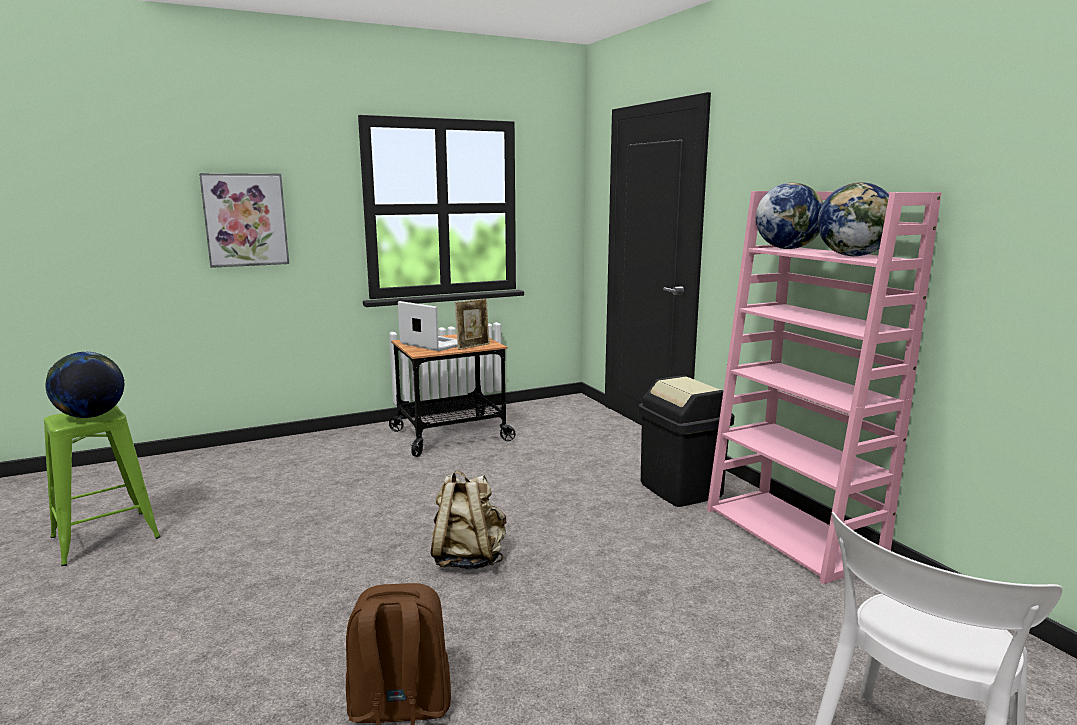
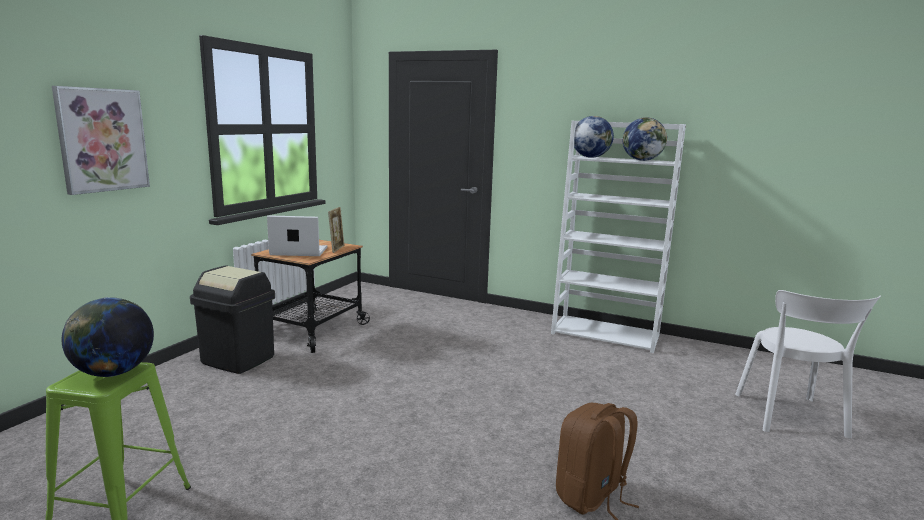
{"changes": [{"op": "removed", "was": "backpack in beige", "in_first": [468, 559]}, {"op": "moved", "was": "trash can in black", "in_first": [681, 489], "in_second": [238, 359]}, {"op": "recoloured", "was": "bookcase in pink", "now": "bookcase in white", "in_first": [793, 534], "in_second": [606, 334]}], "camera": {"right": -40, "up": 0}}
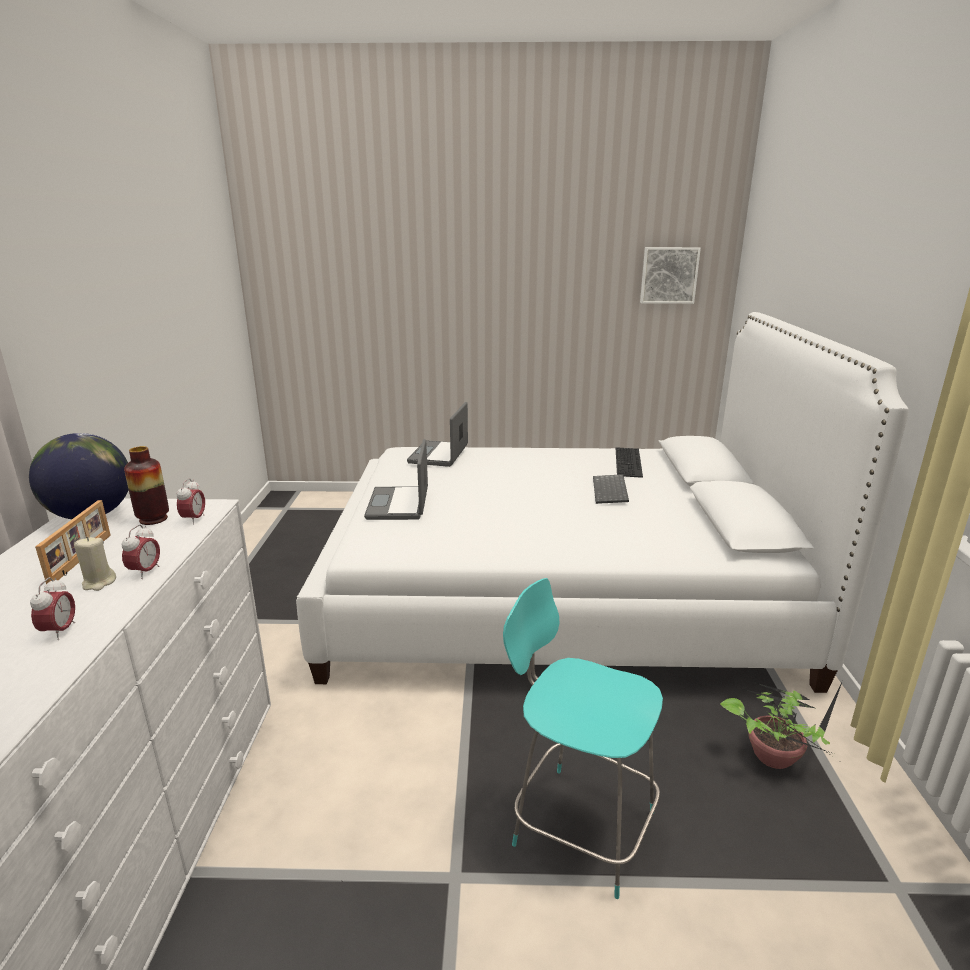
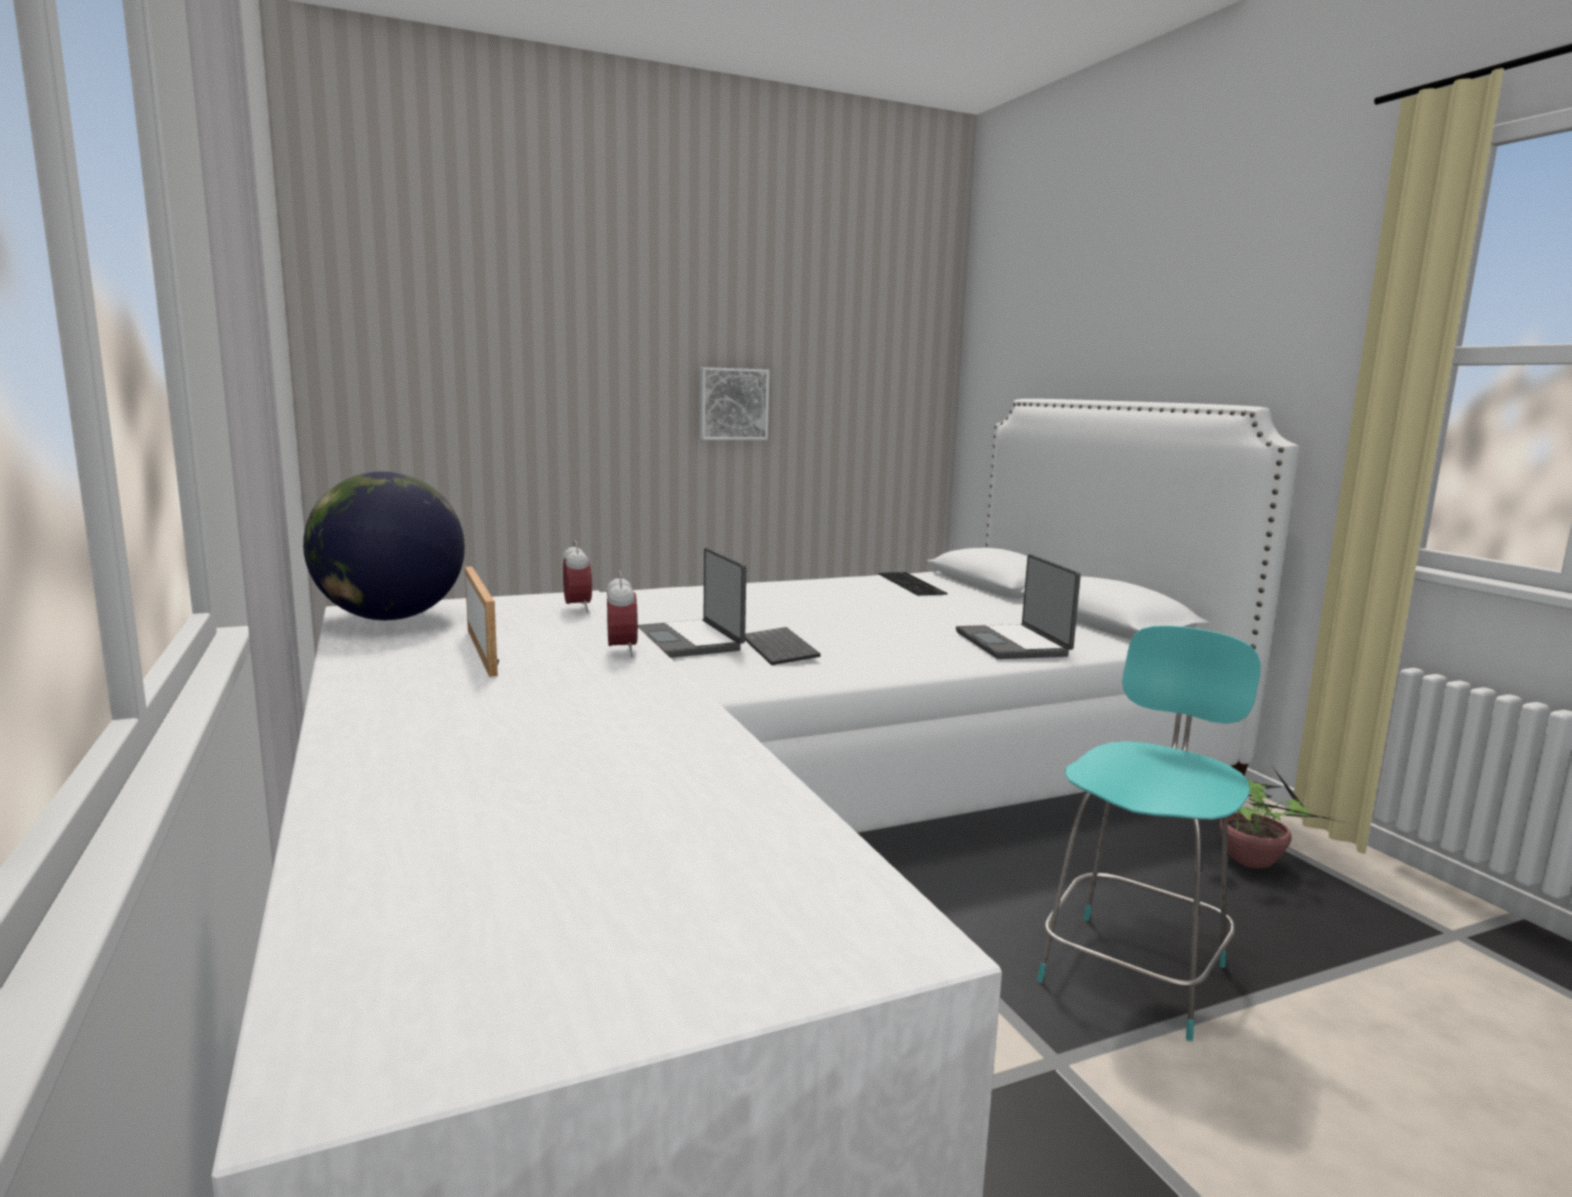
{"changes": [{"op": "removed", "was": "alarm clock", "in_first": [60, 631]}, {"op": "removed", "was": "candle in beige", "in_first": [99, 583]}, {"op": "removed", "was": "vase", "in_first": [153, 519]}, {"op": "moved", "was": "laptop", "in_first": [439, 455], "in_second": [1014, 644]}, {"op": "turned", "was": "chair in turquoise", "in_first": [579, 825], "in_second": [1135, 969], "clockwise": 120}, {"op": "moved", "was": "keyboard", "in_first": [611, 491], "in_second": [781, 649]}, {"op": "moved", "was": "picture", "in_first": [668, 275], "in_second": [733, 404]}], "camera": {"right": -25, "up": -10}}
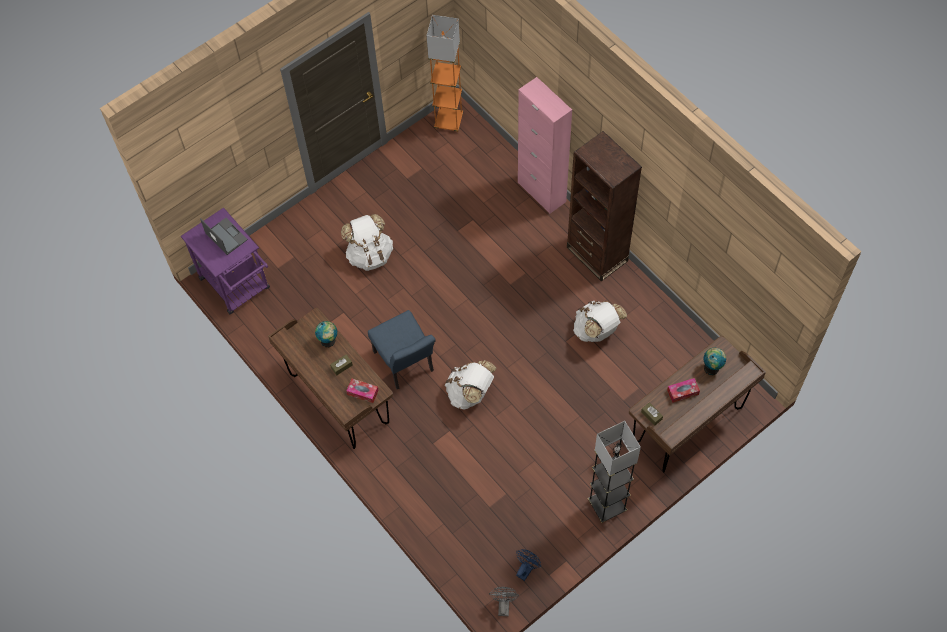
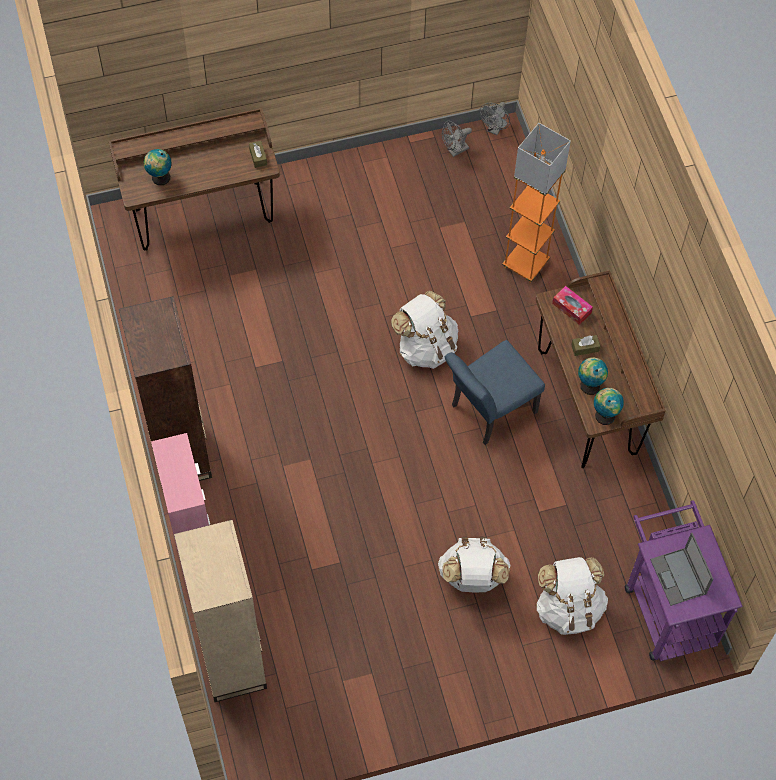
{"changes": [{"op": "turned", "was": "chair in blue", "in_first": [406, 365], "in_second": [488, 411], "clockwise": -120}, {"op": "moved", "was": "floor lamp in orange", "in_first": [448, 121], "in_second": [525, 264]}, {"op": "recoloured", "was": "fan in blue", "now": "fan in grey", "in_first": [526, 569], "in_second": [455, 151]}, {"op": "moved", "was": "backpack in white", "in_first": [597, 331], "in_second": [569, 608]}, {"op": "removed", "was": "floor lamp in grey", "in_first": [607, 506]}, {"op": "removed", "was": "tissue box", "in_first": [682, 392]}, {"op": "added", "now": "bookcase in beige", "in_second": [232, 659]}, {"op": "added", "now": "globe", "in_second": [605, 414]}], "camera": {"right": -160, "up": 0}}
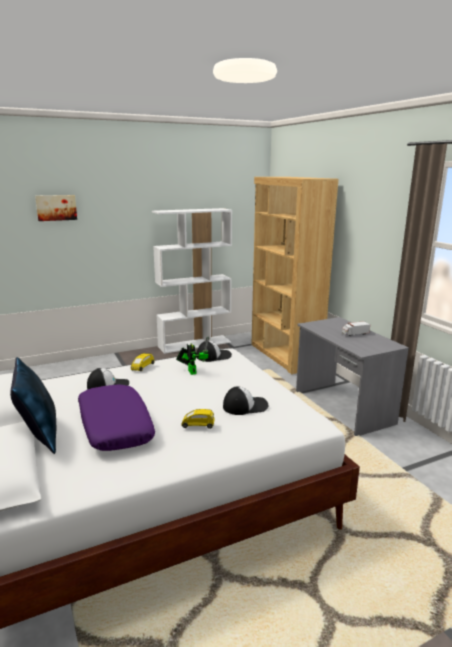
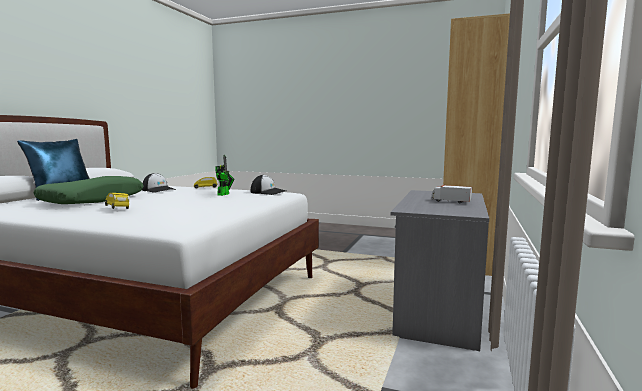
{"changes": [{"op": "removed", "was": "picture", "in_first": [56, 207]}, {"op": "recoloured", "was": "pillow in purple", "now": "pillow in green", "in_first": [114, 426], "in_second": [93, 200]}, {"op": "removed", "was": "bookcase in white", "in_first": [195, 344]}, {"op": "removed", "was": "cap", "in_first": [245, 406]}], "camera": {"right": 45, "up": -10}}
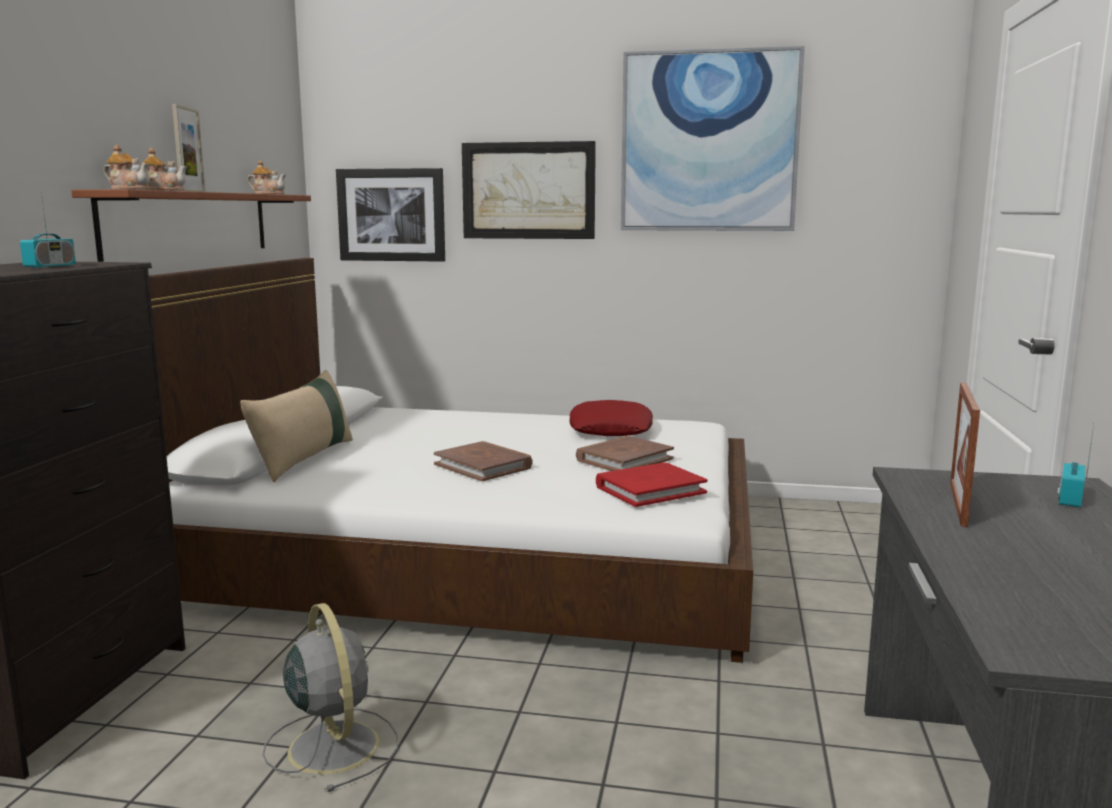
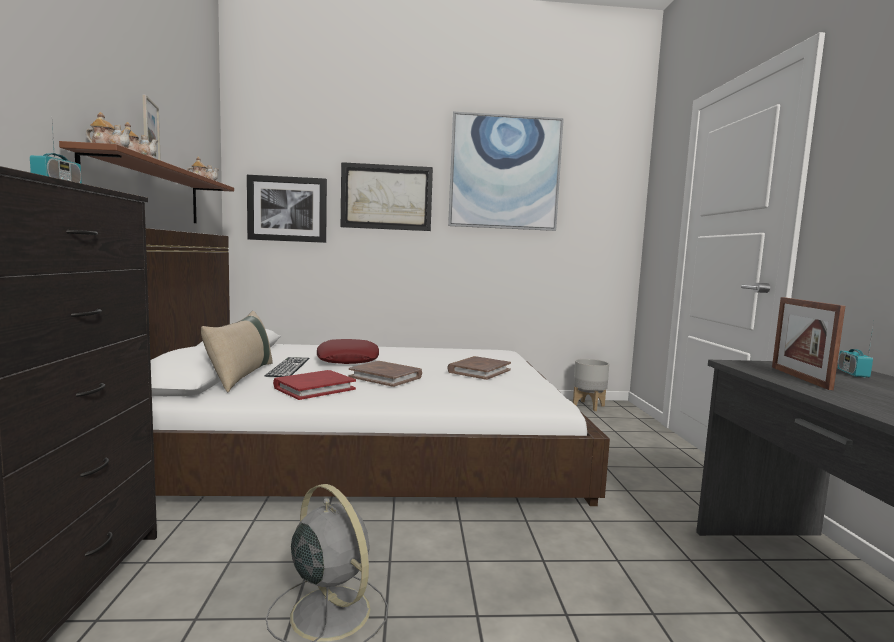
{"changes": [{"op": "moved", "was": "pillow in red", "in_first": [610, 429], "in_second": [347, 359]}, {"op": "moved", "was": "book in red", "in_first": [650, 489], "in_second": [314, 388]}, {"op": "added", "now": "keyboard", "in_second": [288, 367]}, {"op": "added", "now": "planter in grey", "in_second": [588, 406]}], "camera": {"right": -15, "up": -5}}
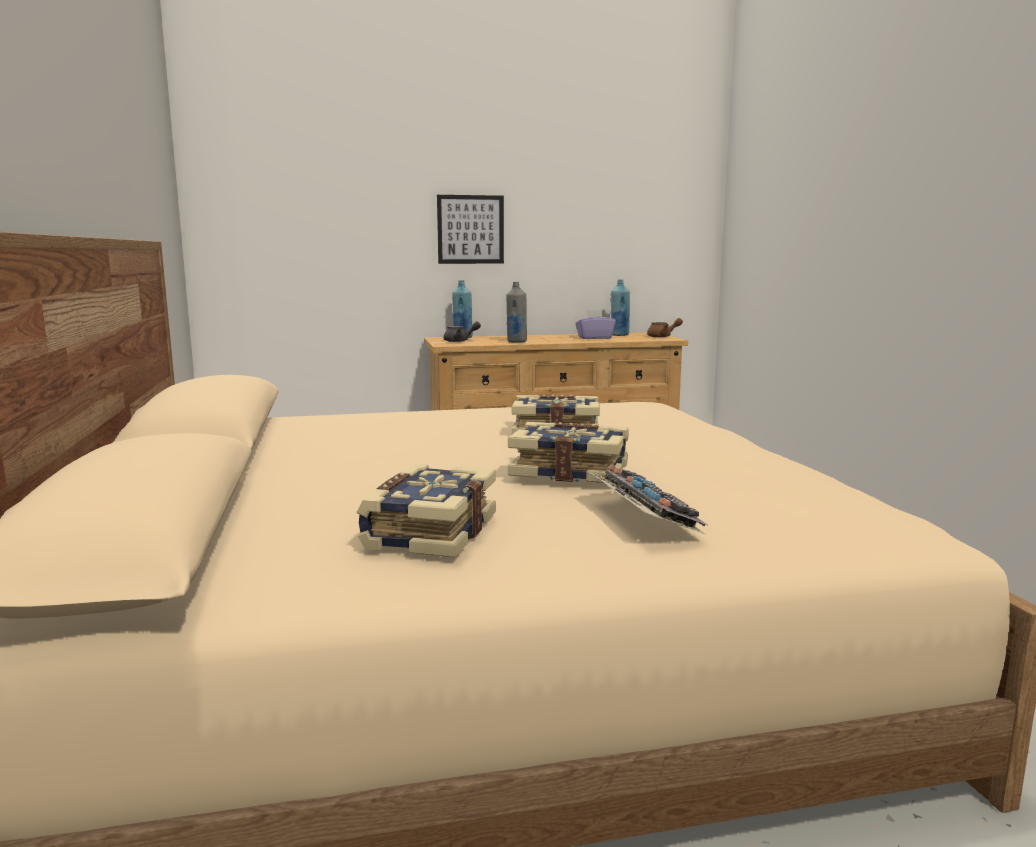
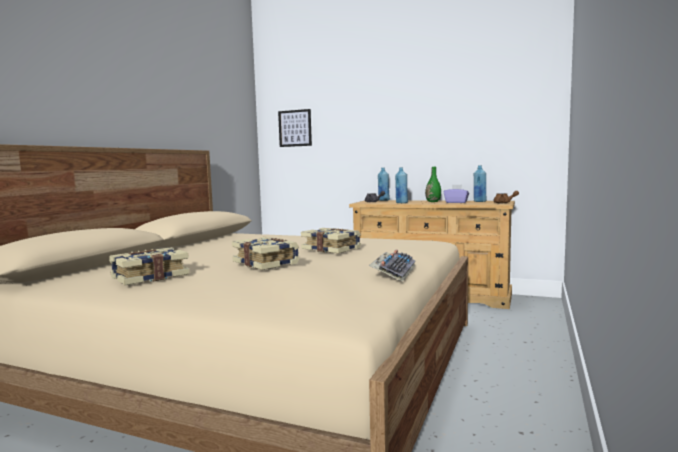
{"changes": [{"op": "moved", "was": "picture", "in_first": [470, 229], "in_second": [295, 128]}, {"op": "recoloured", "was": "bottle in grey", "now": "bottle in blue", "in_first": [516, 341], "in_second": [401, 203]}, {"op": "moved", "was": "keyboard", "in_first": [641, 513], "in_second": [393, 271]}, {"op": "added", "now": "vase in green", "in_second": [433, 201]}], "camera": {"right": 35, "up": -5}}
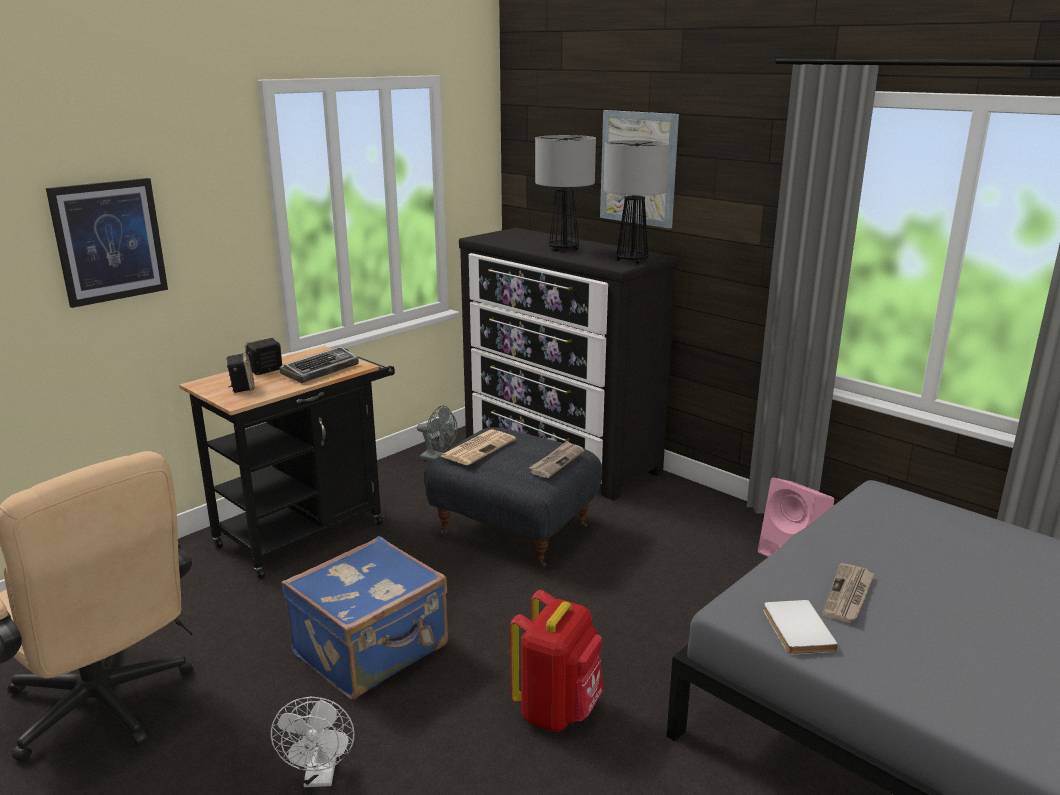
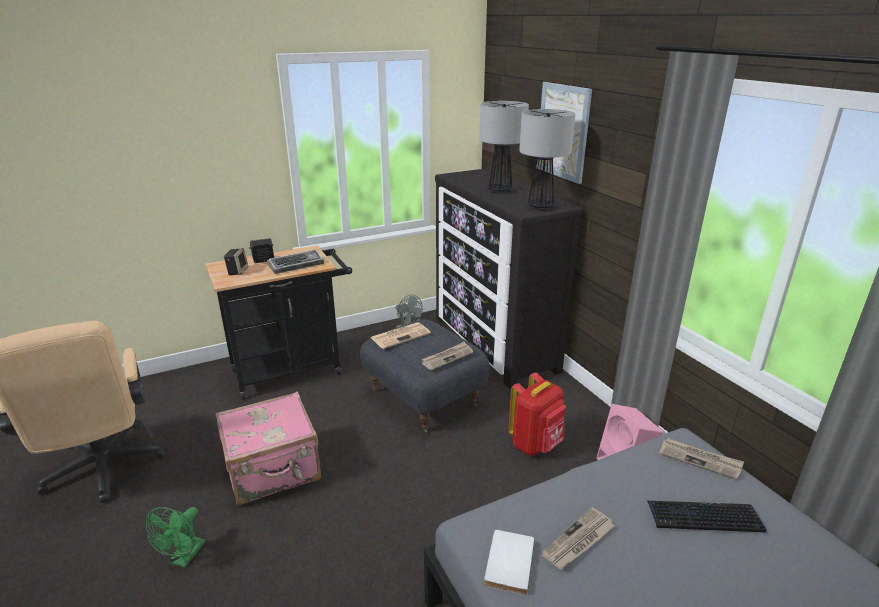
{"changes": [{"op": "removed", "was": "picture", "in_first": [109, 241]}, {"op": "recoloured", "was": "fan in white", "now": "fan in green", "in_first": [321, 776], "in_second": [184, 558]}, {"op": "recoloured", "was": "suitcase in blue", "now": "suitcase in pink", "in_first": [372, 650], "in_second": [274, 471]}, {"op": "moved", "was": "backpack in red", "in_first": [557, 710], "in_second": [536, 444]}, {"op": "added", "now": "keyboard", "in_second": [704, 517]}, {"op": "added", "now": "newspaper", "in_second": [700, 460]}], "camera": {"right": 20, "up": 5}}
